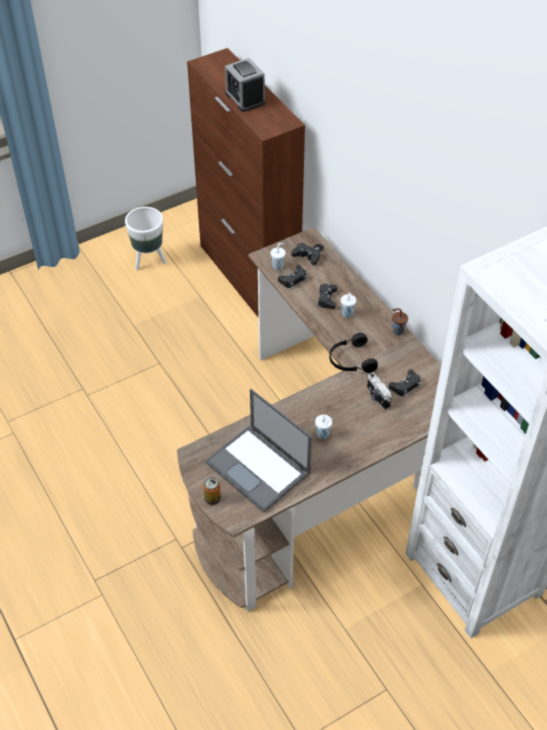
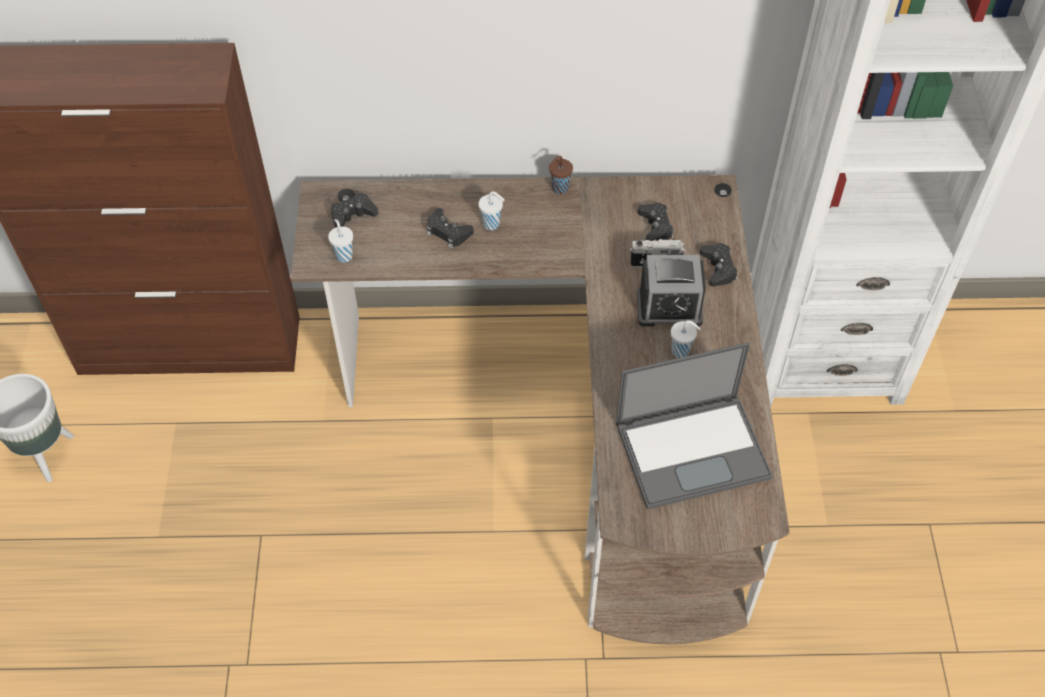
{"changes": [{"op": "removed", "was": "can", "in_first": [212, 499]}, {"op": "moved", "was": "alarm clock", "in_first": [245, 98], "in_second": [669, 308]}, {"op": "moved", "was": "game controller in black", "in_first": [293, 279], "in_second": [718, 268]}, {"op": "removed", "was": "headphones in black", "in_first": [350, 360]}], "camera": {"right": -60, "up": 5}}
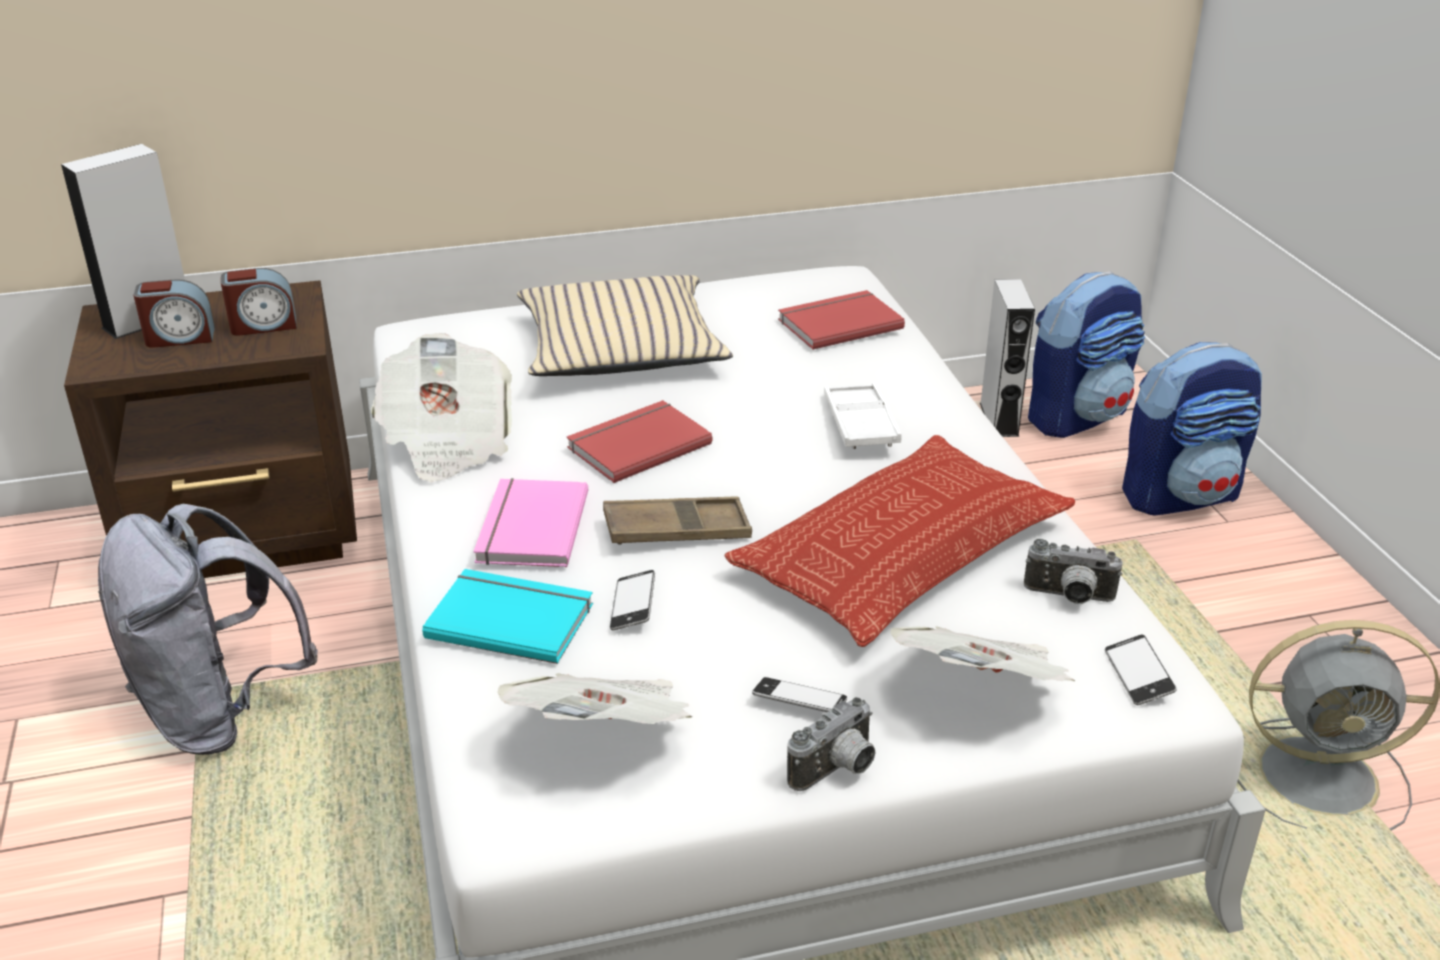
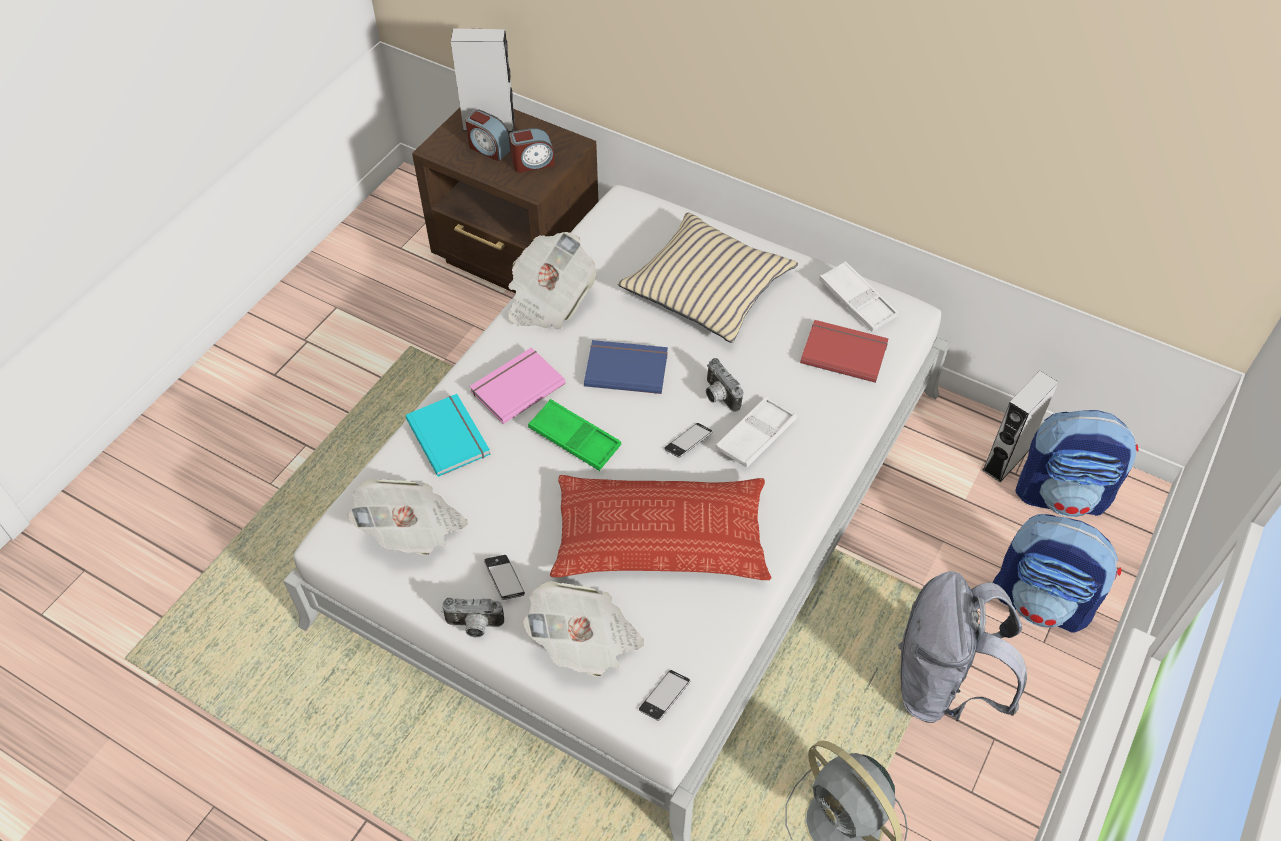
{"changes": [{"op": "moved", "was": "backpack in grey", "in_first": [220, 713], "in_second": [942, 685]}, {"op": "turned", "was": "alarm clock", "in_first": [263, 325], "in_second": [533, 162], "clockwise": -45}, {"op": "recoloured", "was": "book in red", "now": "book in blue", "in_first": [636, 444], "in_second": [626, 367]}, {"op": "recoloured", "was": "tray in brown", "now": "tray in green", "in_first": [677, 530], "in_second": [575, 439]}, {"op": "moved", "was": "phone", "in_first": [633, 606], "in_second": [688, 442]}, {"op": "moved", "was": "photo camera", "in_first": [1069, 598], "in_second": [718, 396]}, {"op": "added", "now": "tray in white", "in_second": [857, 301]}], "camera": {"right": 45, "up": 20}}
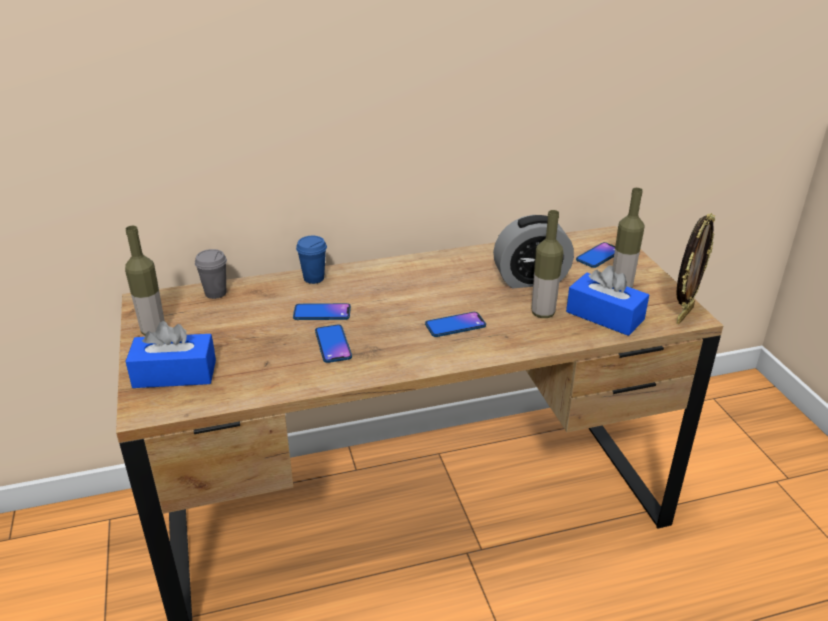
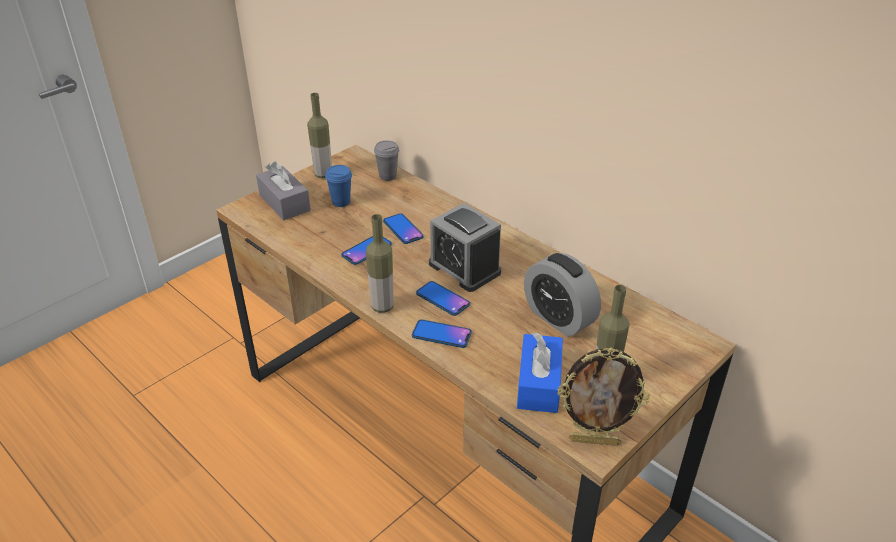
{"changes": [{"op": "recoloured", "was": "tissue box in blue", "now": "tissue box in grey", "in_first": [175, 374], "in_second": [284, 203]}, {"op": "moved", "was": "cup in blue", "in_first": [314, 278], "in_second": [341, 202]}, {"op": "moved", "was": "bottle", "in_first": [542, 313], "in_second": [382, 306]}, {"op": "moved", "was": "phone", "in_first": [598, 256], "in_second": [441, 334]}, {"op": "added", "now": "alarm clock", "in_second": [464, 268]}], "camera": {"right": 60, "up": 5}}
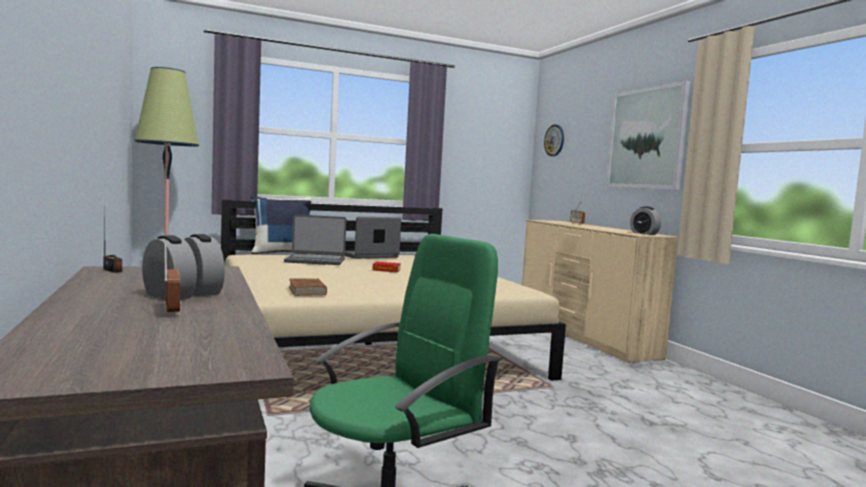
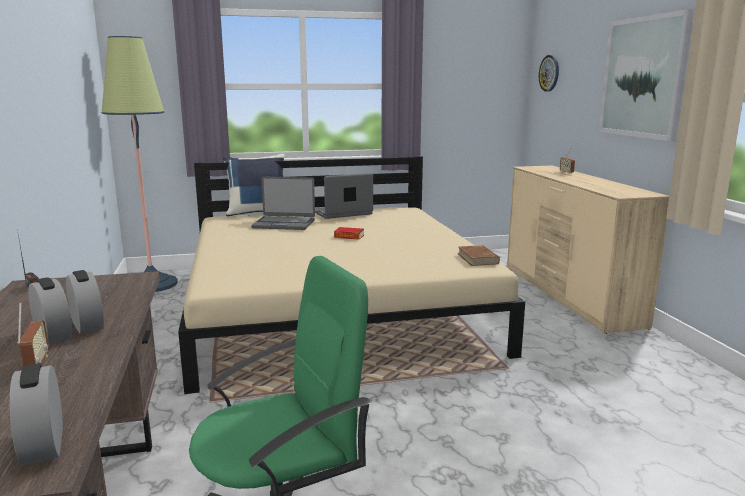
{"changes": [{"op": "moved", "was": "book in brown", "in_first": [307, 290], "in_second": [478, 258]}, {"op": "moved", "was": "alarm clock", "in_first": [644, 233], "in_second": [43, 445]}], "camera": {"right": 10, "up": 10}}
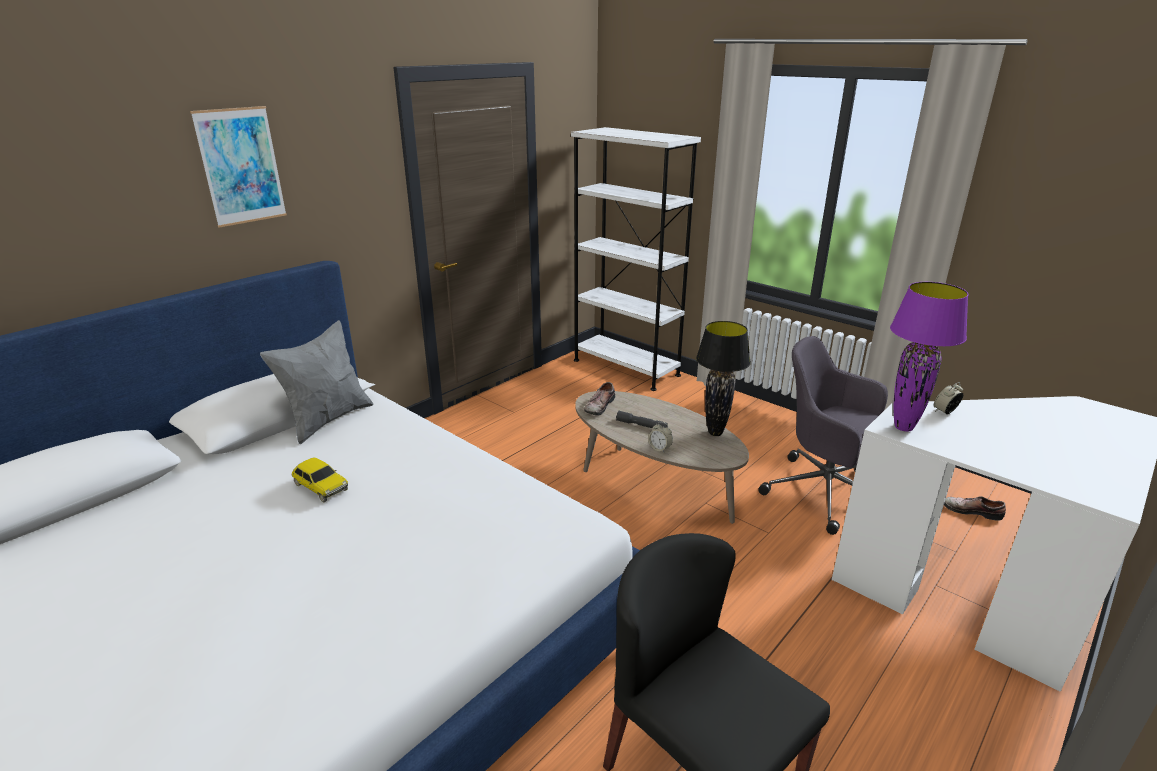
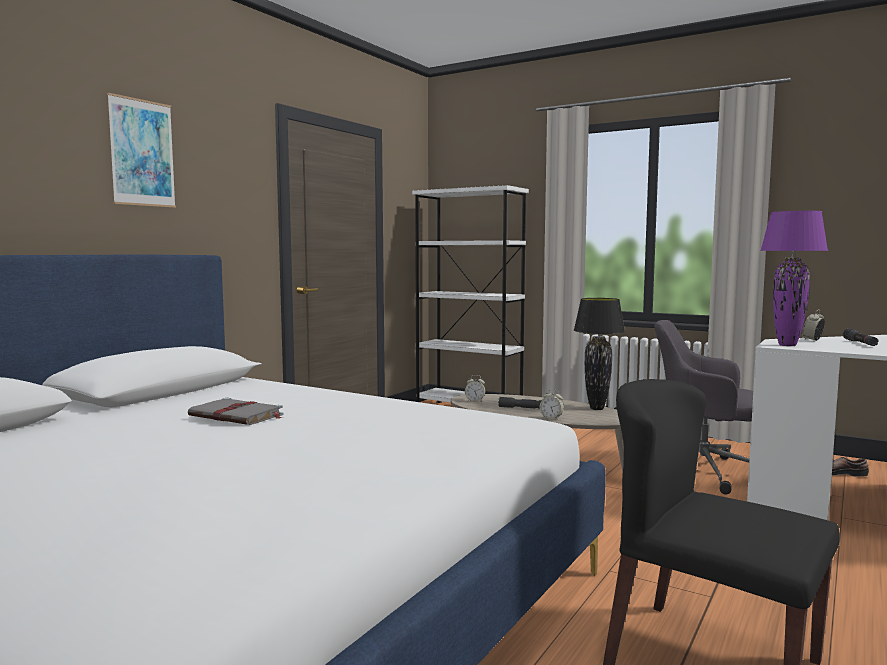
{"changes": [{"op": "removed", "was": "pillow in grey", "in_first": [328, 419]}, {"op": "replaced", "was": "toy car", "now": "book in grey", "in_first": [320, 487], "in_second": [237, 416]}, {"op": "replaced", "was": "shoe", "now": "alarm clock", "in_first": [598, 406], "in_second": [475, 401]}, {"op": "added", "now": "flashlight in black", "in_second": [860, 343]}], "camera": {"right": -10, "up": -20}}
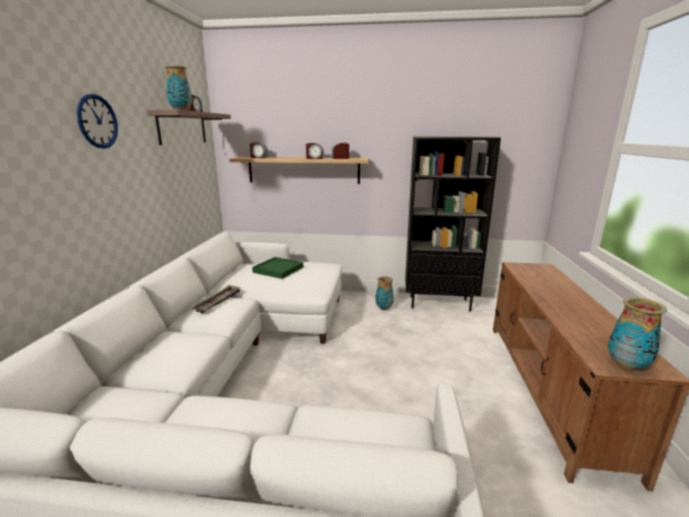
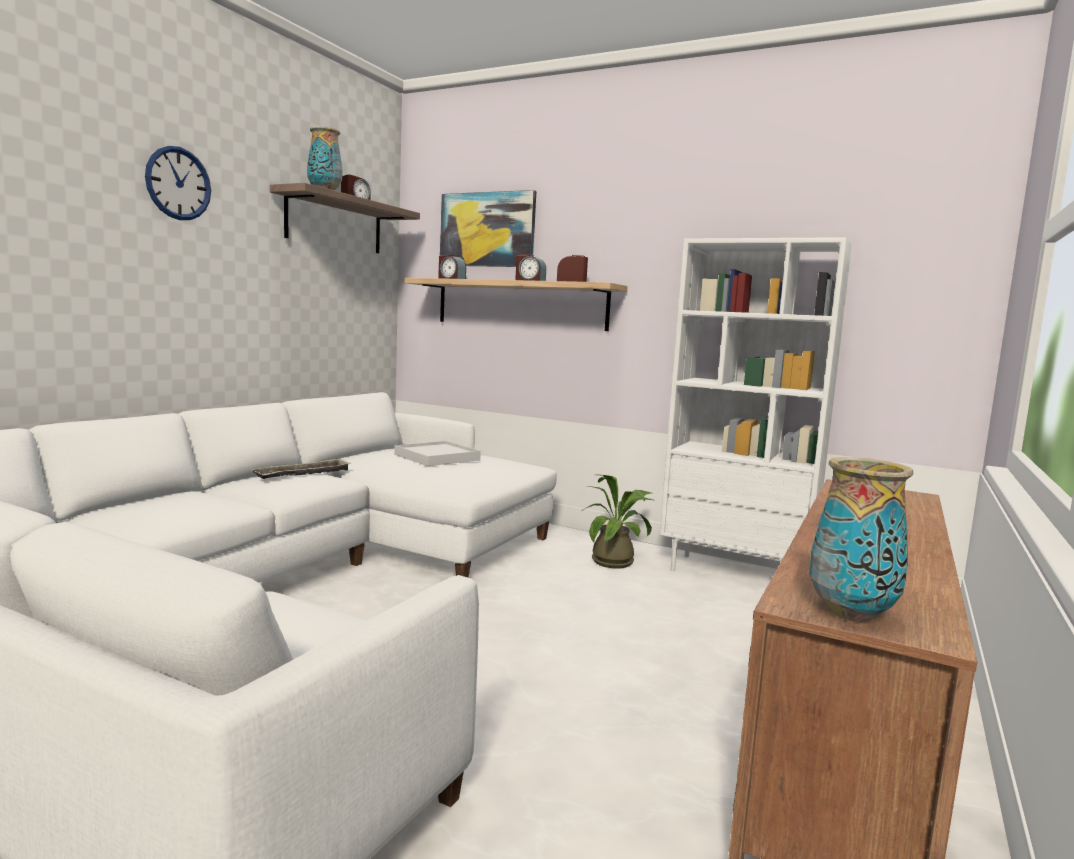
{"changes": [{"op": "recoloured", "was": "tray in green", "now": "tray in white", "in_first": [278, 270], "in_second": [437, 457]}, {"op": "replaced", "was": "vase", "now": "potted plant", "in_first": [384, 308], "in_second": [617, 561]}, {"op": "recoloured", "was": "bookcase in black", "now": "bookcase in white", "in_first": [440, 303], "in_second": [735, 574]}, {"op": "added", "now": "picture", "in_second": [487, 230]}], "camera": {"right": 20, "up": -10}}
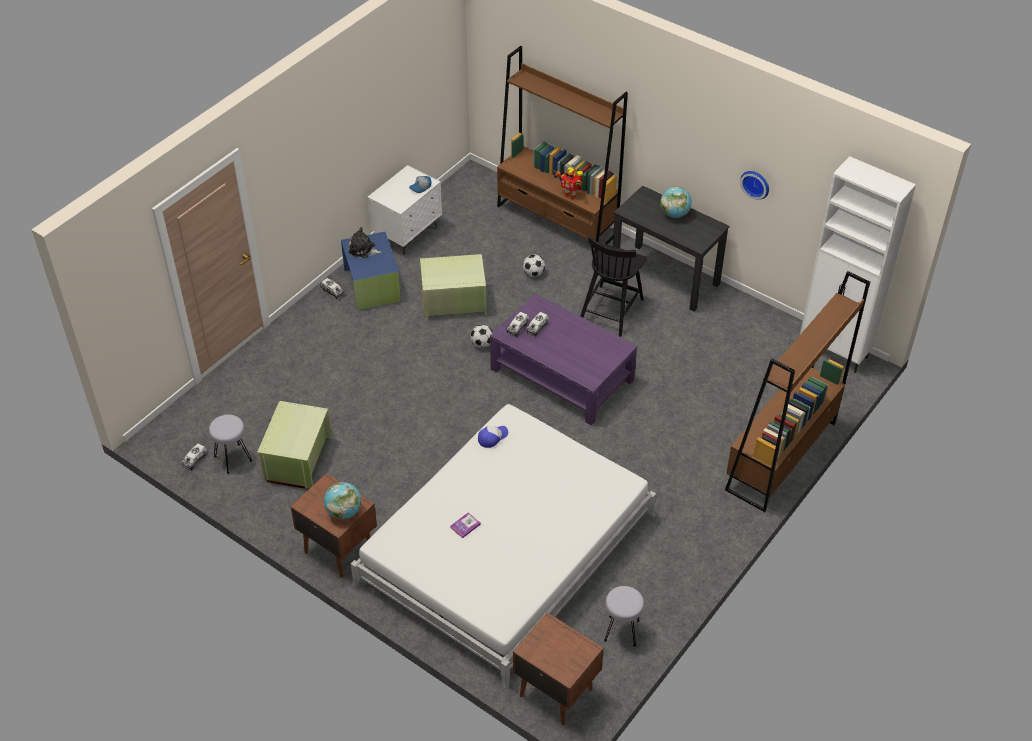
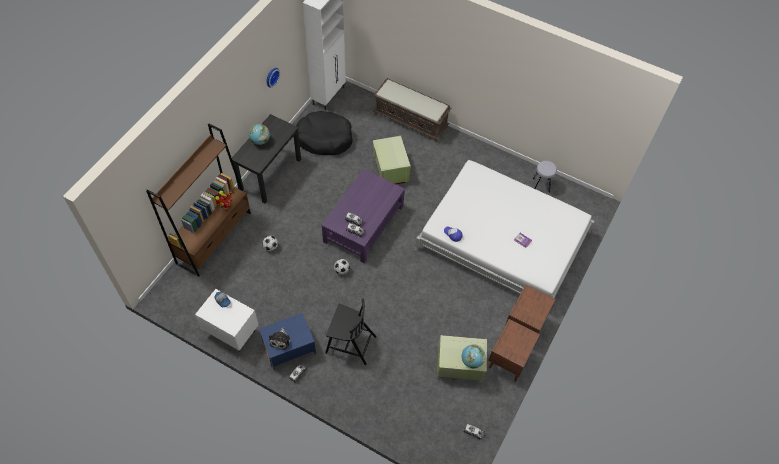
{"changes": [{"op": "removed", "was": "stool in grey", "in_first": [233, 458]}, {"op": "moved", "was": "globe", "in_first": [344, 512], "in_second": [471, 361]}, {"op": "moved", "was": "storage box in green", "in_first": [453, 301], "in_second": [390, 169]}, {"op": "moved", "was": "nightstand in brown", "in_first": [555, 691], "in_second": [508, 362]}, {"op": "moved", "was": "chair in black", "in_first": [611, 310], "in_second": [350, 344]}, {"op": "replaced", "was": "bookcase in brown", "now": "bench in brown", "in_first": [780, 456], "in_second": [411, 120]}, {"op": "added", "now": "dog bed in black", "in_second": [324, 138]}], "camera": {"right": -100, "up": 10}}
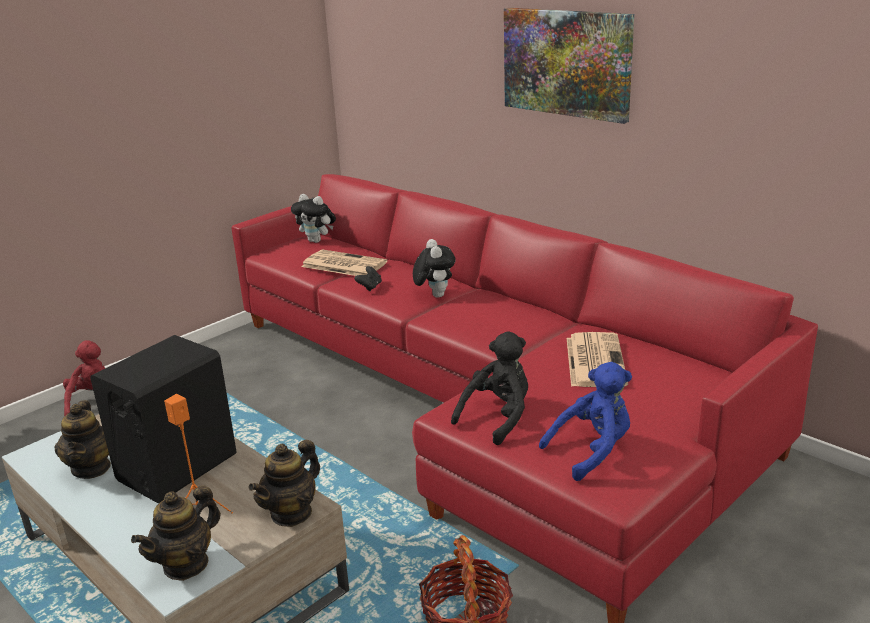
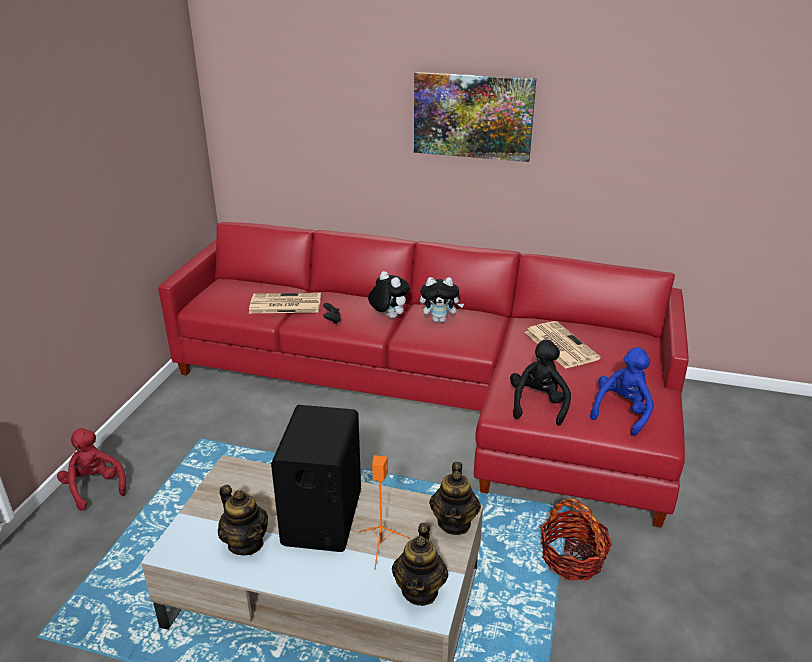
{"changes": [{"op": "moved", "was": "plush toy", "in_first": [317, 241], "in_second": [440, 320]}], "camera": {"right": -30, "up": 5}}
